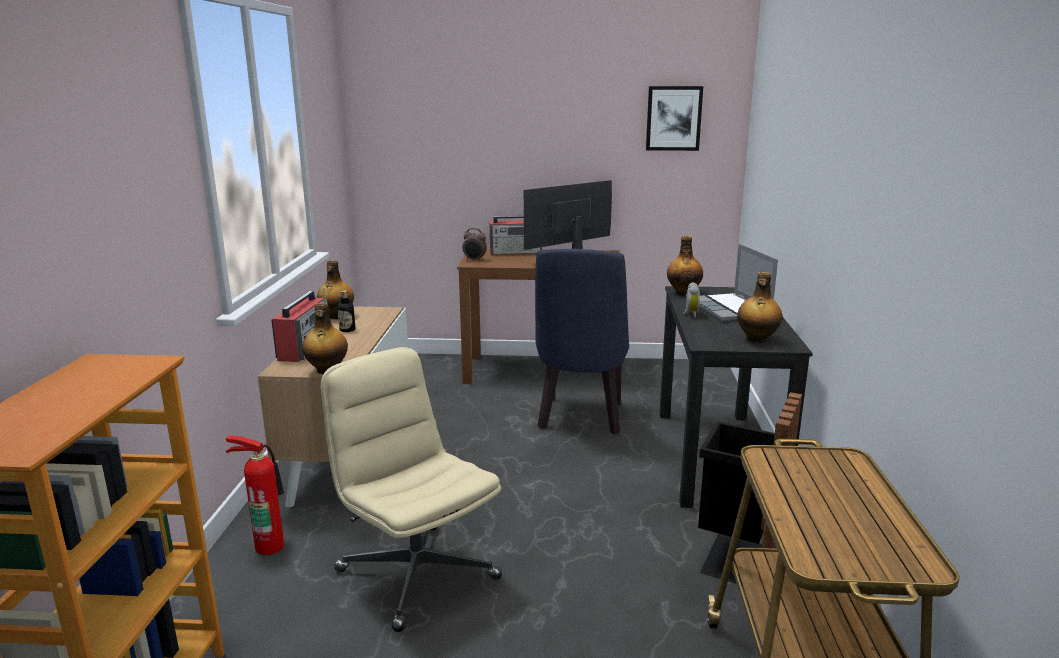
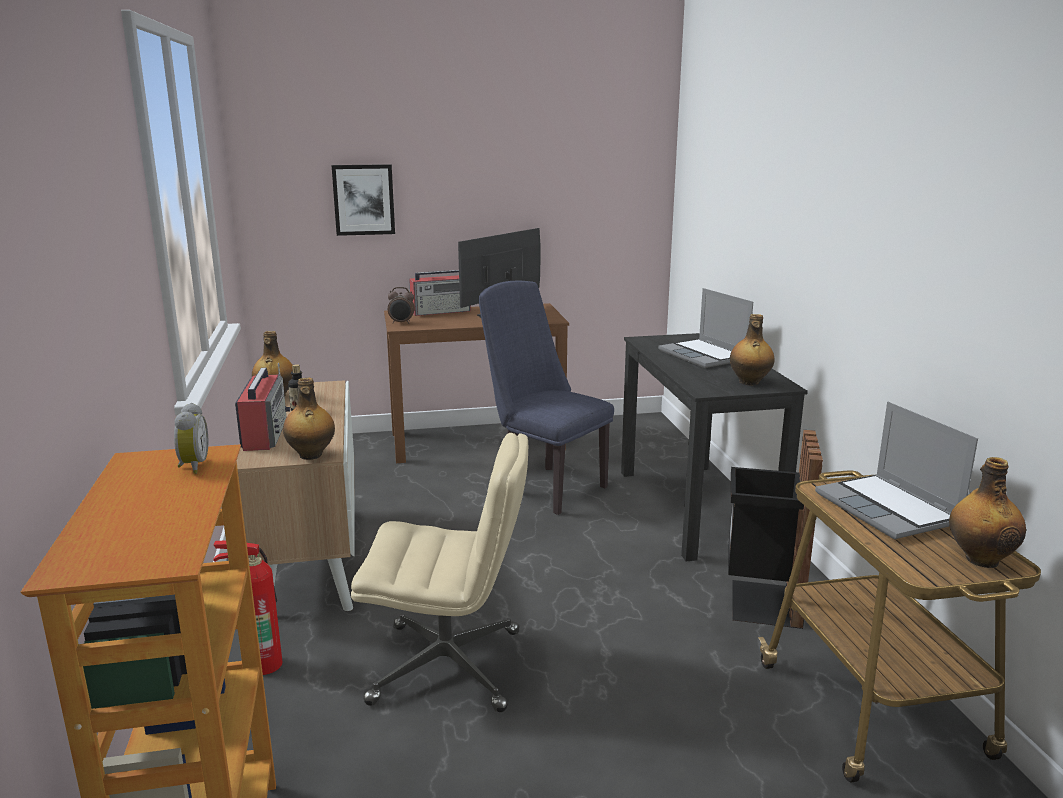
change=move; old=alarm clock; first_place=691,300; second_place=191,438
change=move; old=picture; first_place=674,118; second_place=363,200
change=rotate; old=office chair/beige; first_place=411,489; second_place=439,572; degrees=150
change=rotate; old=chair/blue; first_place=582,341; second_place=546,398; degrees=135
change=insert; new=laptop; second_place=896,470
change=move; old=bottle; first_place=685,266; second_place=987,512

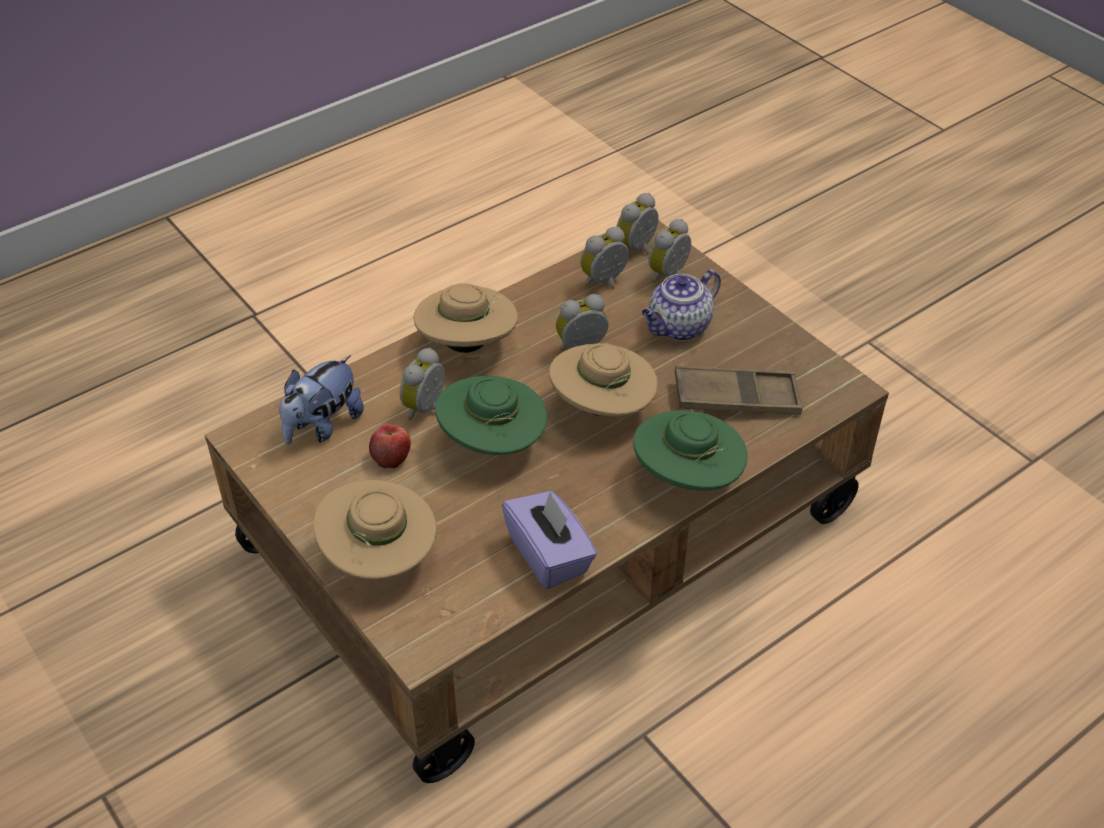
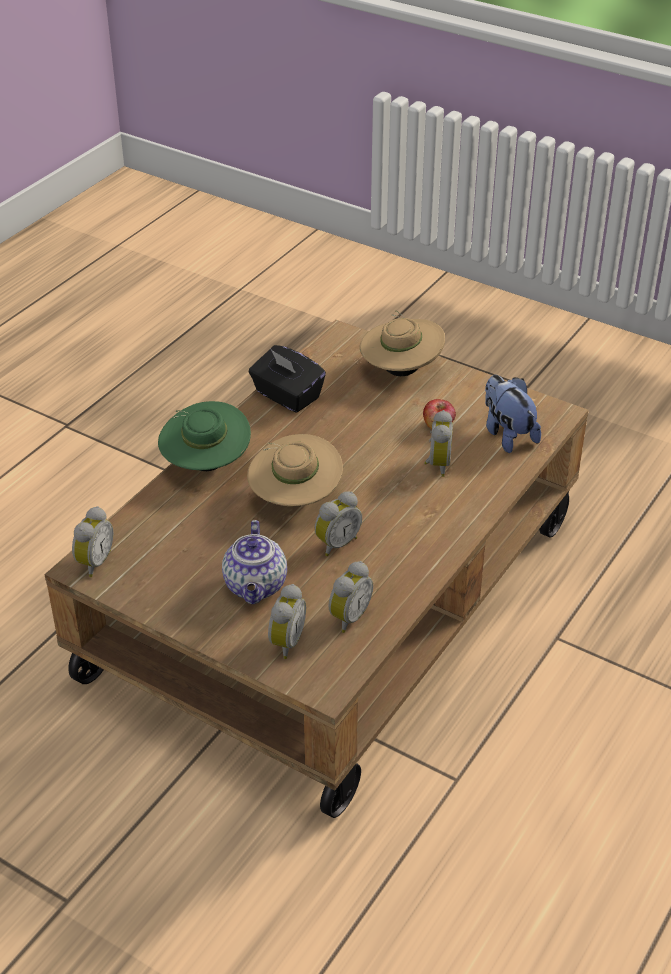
change=move; old=alarm clock; first_place=637,223; second_place=92,541
change=rotate; old=teapot; first_place=681,305; second_place=254,562; degrees=150
change=recolor; old=tissue box/purple; new=tissue box/black; first_place=549,540; second_place=287,379
change=rotate; old=plush toy; first_place=321,400; second_place=513,414; degrees=-45
change=delete; old=hat/beige; first_place=466,318
change=delete; old=hat/green; first_place=491,415
change=delete; old=tray/brown; first_place=739,390

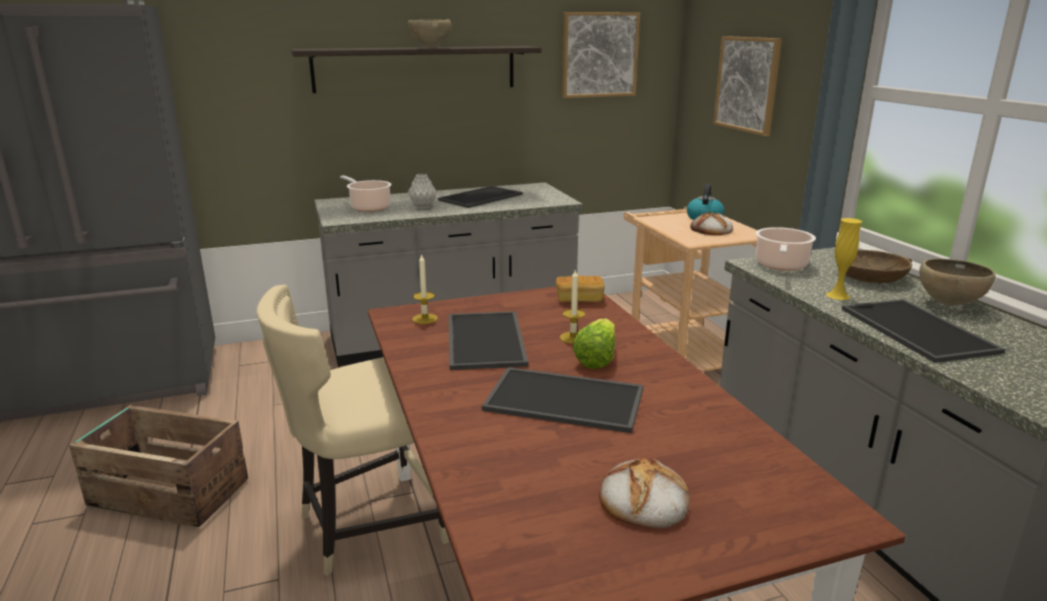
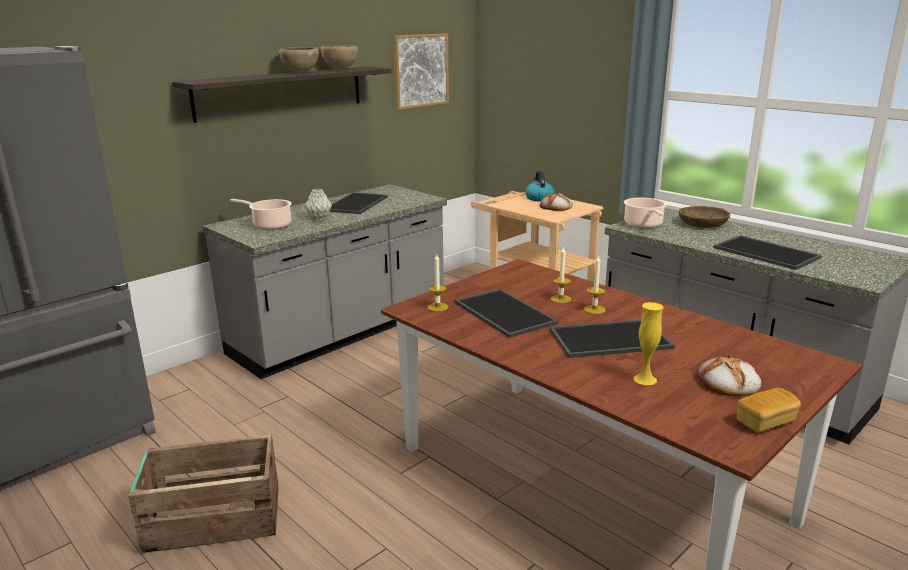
change=move; old=bowl/brown; first_place=957,282; second_place=339,57
change=replace; old=lettuce; new=candle; first_place=594,344; second_place=595,284
change=move; old=vase/yellow; first_place=844,259; second_place=649,343
change=move; old=bread; first_place=580,289; second_place=769,410
change=delete; old=chair/beige; first_place=353,430
change=delete; old=picture; first_place=747,86

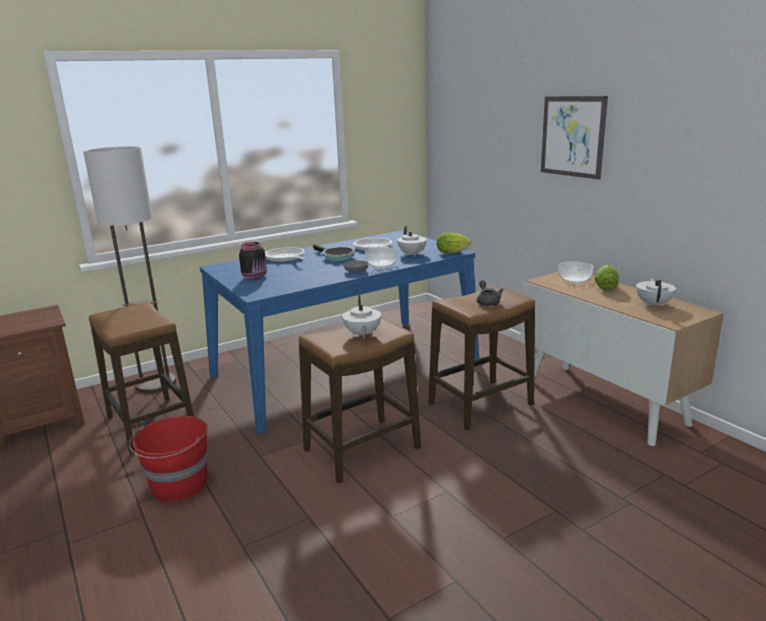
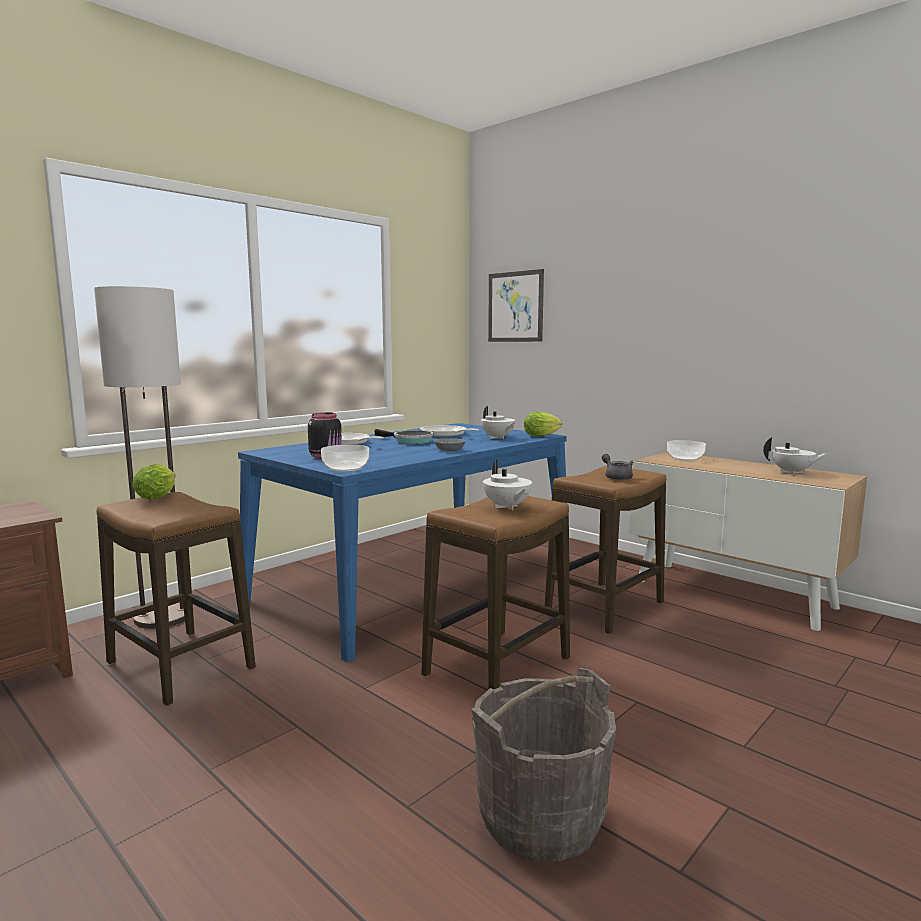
change=move; old=lettuce; first_place=606,278; second_place=153,482
change=move; old=bowl; first_place=381,257; second_place=345,458
change=insert; new=bucket/grey; second_place=543,765
change=move; old=picture; first_place=574,138; second_place=516,305
change=rotate; old=teapot/white; first_place=656,293; second_place=795,456; degrees=105
change=delete; old=bucket/red; first_place=168,459

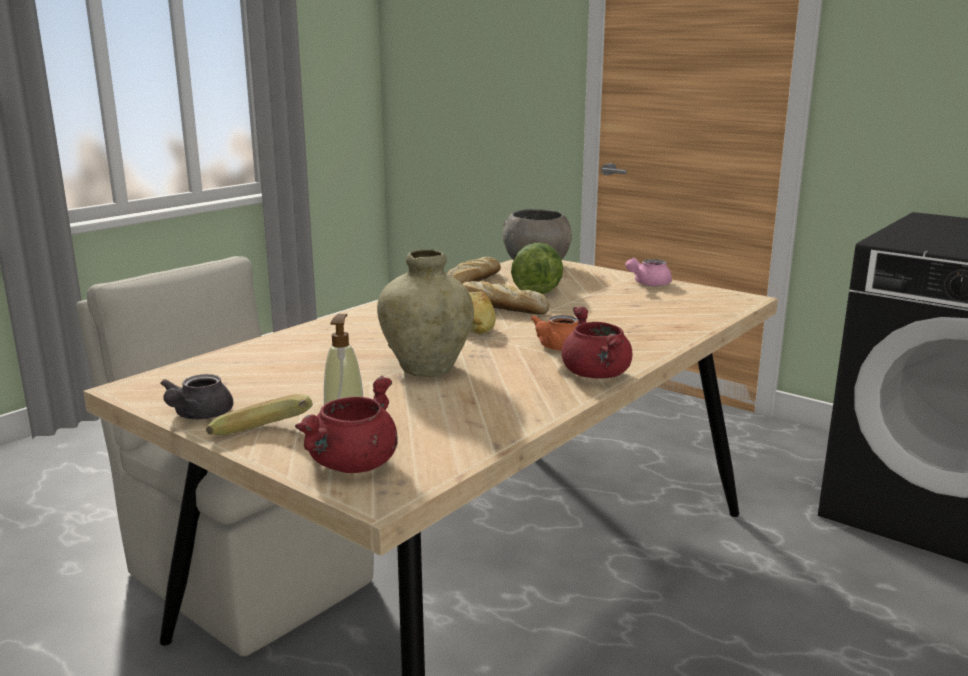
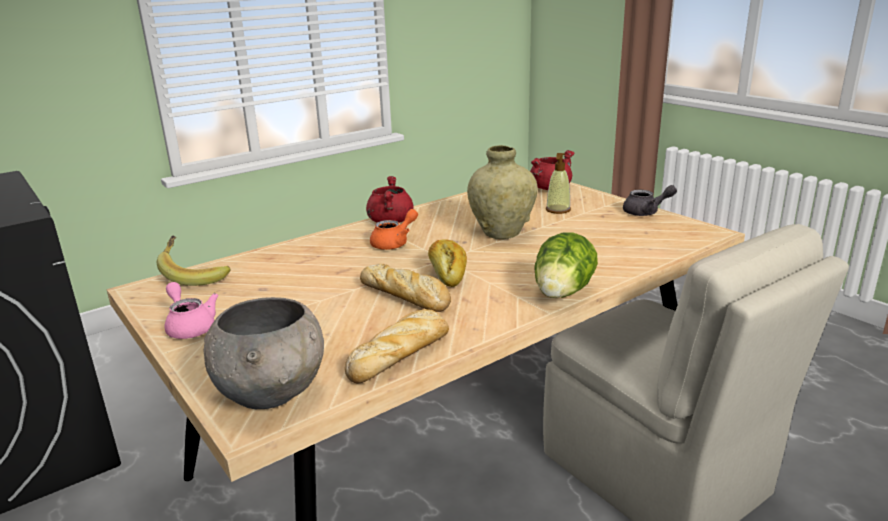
change=move; old=banana; first_place=259,414; second_place=194,261
change=rotate; old=teapot/pink; first_place=648,271; second_place=191,310; degrees=-105
change=move; old=lettuce; first_place=537,268; second_place=566,265
change=rotate; old=teapot/grey; first_place=196,397; second_place=650,200; degrees=60

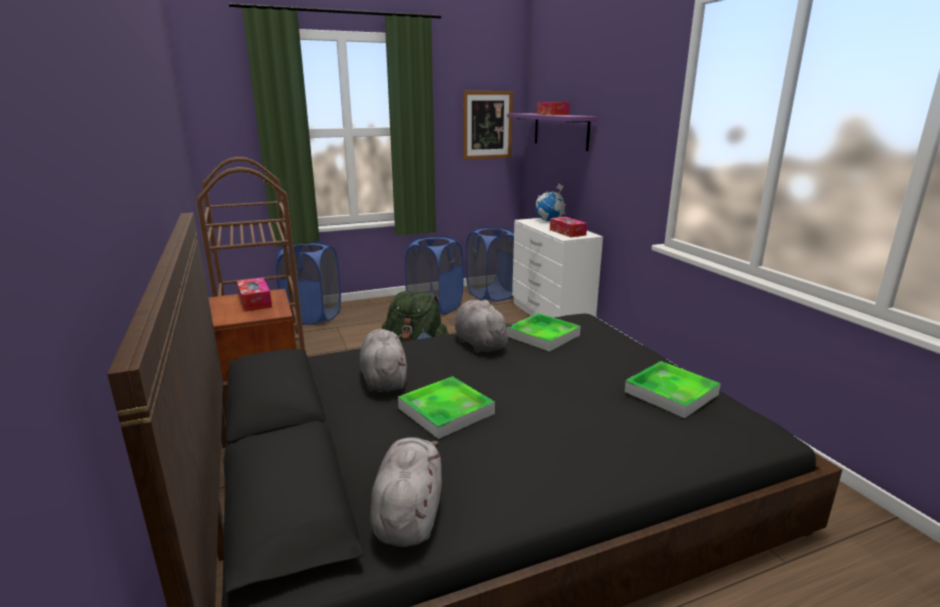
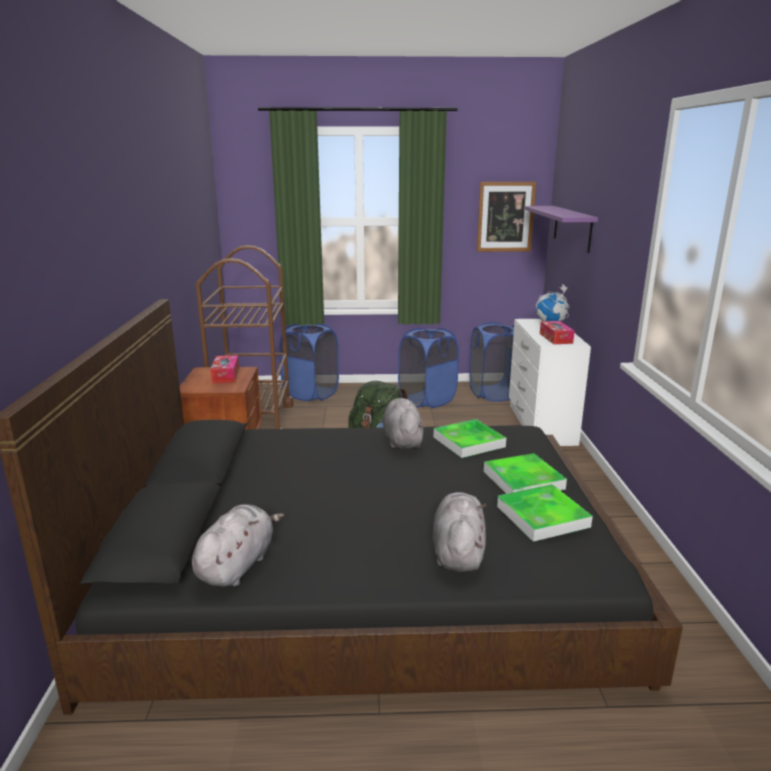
change=move; old=plush toy/grey; first_place=383,360; second_place=459,532
change=move; old=tray; first_place=446,407; second_place=525,473
change=delete; old=tissue box; first_place=553,108

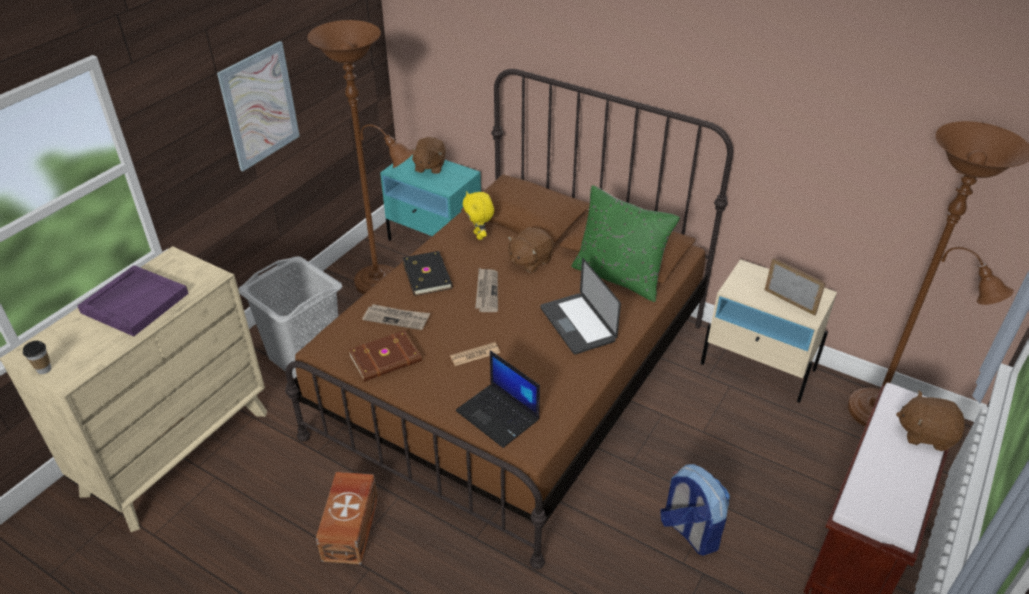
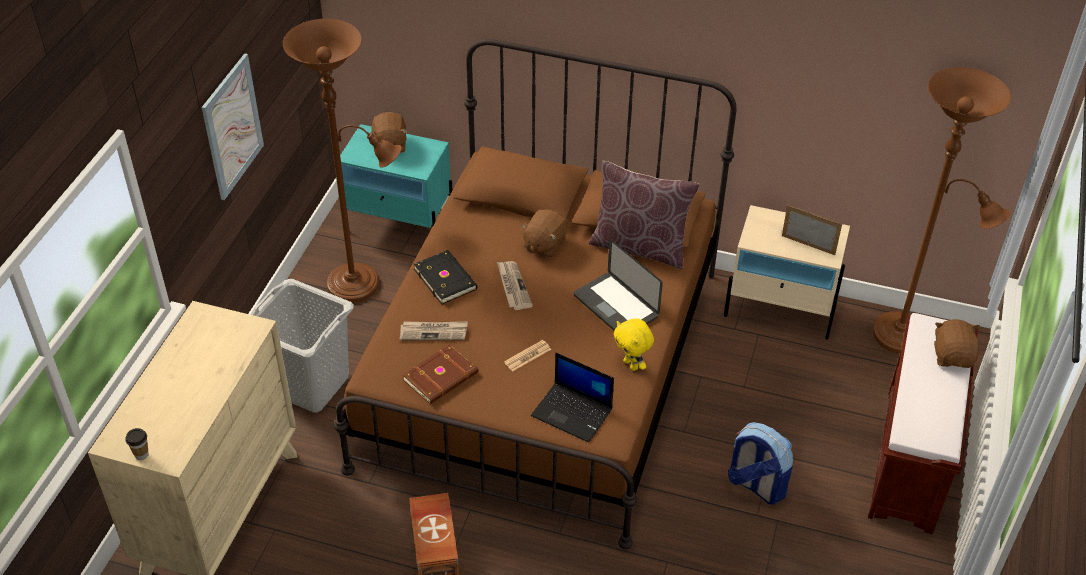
change=recolor; old=pillow/green; new=pillow/brown; first_place=625,243; second_place=644,215
change=move; old=plush toy/yellow; first_place=478,216; second_place=634,344
change=rotate; old=plush toy/brown; first_place=930,420; second_place=957,343; degrees=90
change=delete; old=tray/purple; first_place=133,301

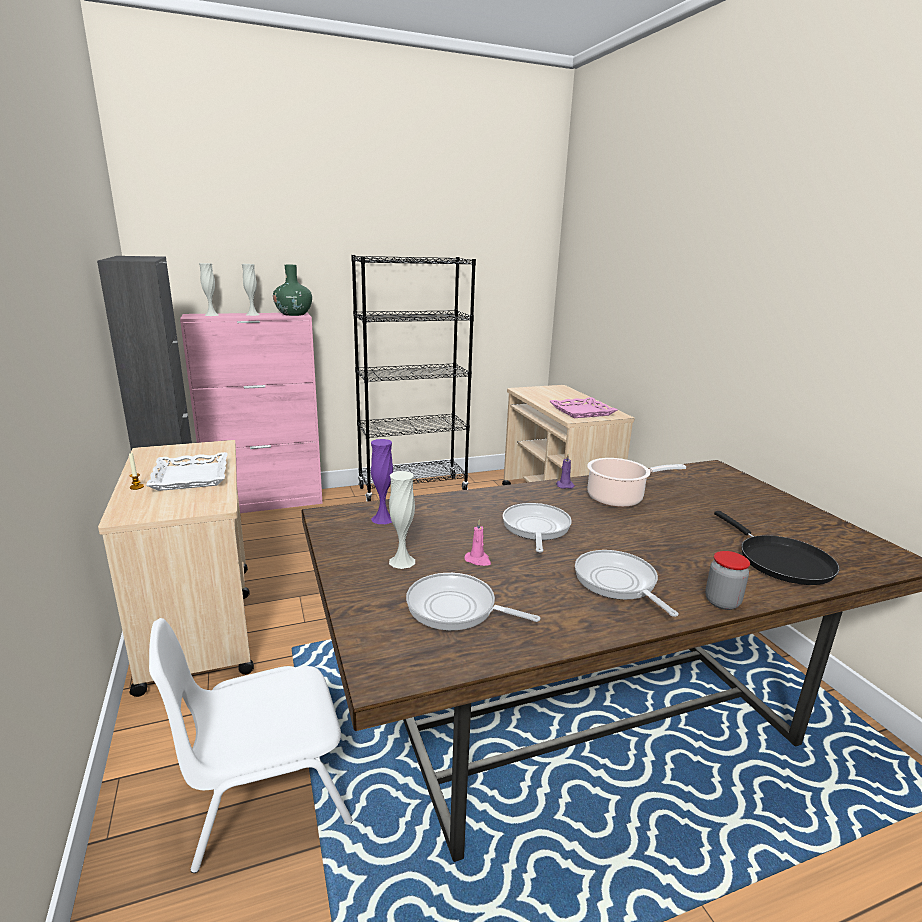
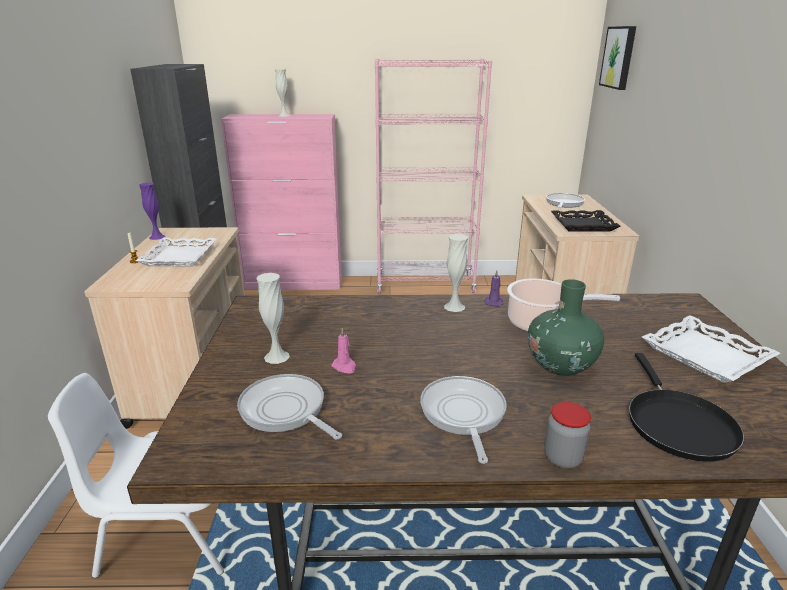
change=move; old=vase/purple; first_place=382,481; second_place=152,211
change=recolor; old=bookcase/black; new=bookcase/pink; first_place=413,378; second_place=433,176
change=move; old=vase/white; first_place=209,289; second_place=456,273
change=move; old=vase/green; first_place=292,290; second_place=566,327
change=move; old=frying pan; first_place=537,527; second_place=565,200
change=recolor; old=tray/pink; new=tray/black; first_place=583,407; second_place=586,221
change=insert; new=picture; second_place=617,58
change=insert; new=tray/white; second_place=711,349

